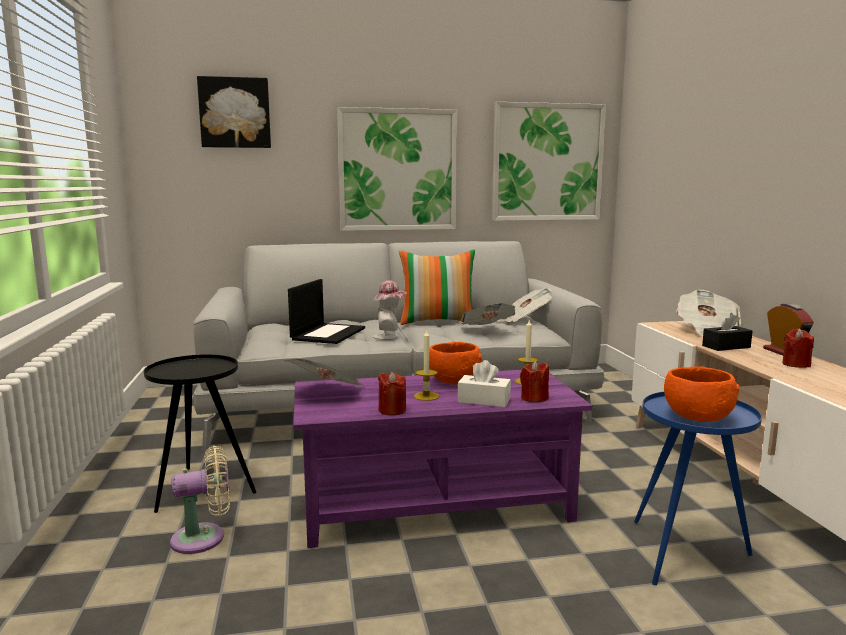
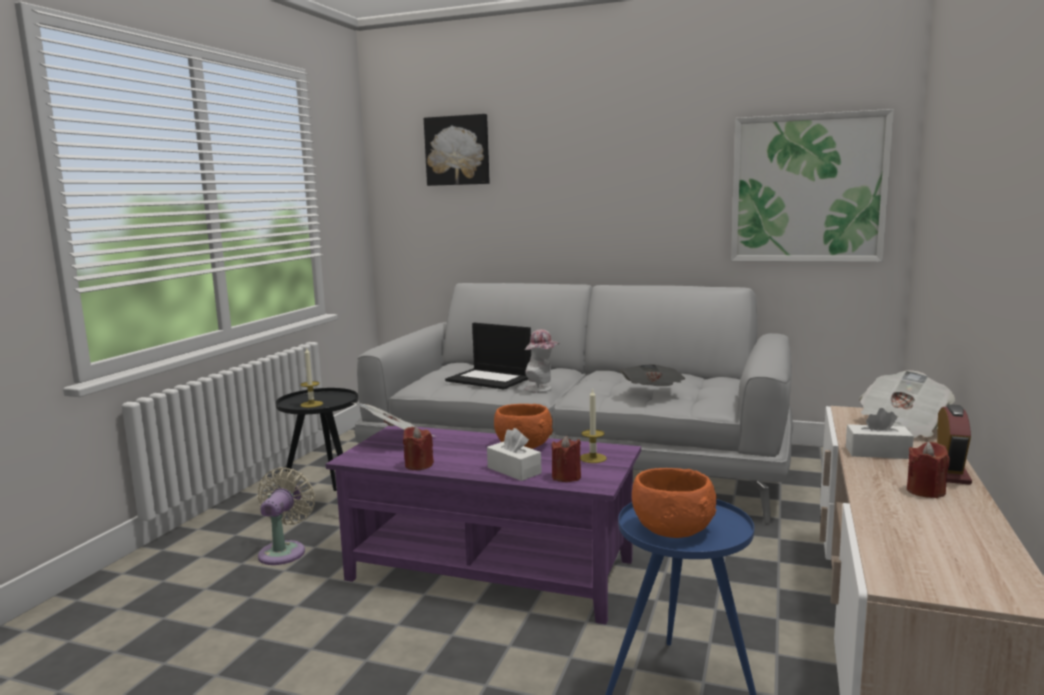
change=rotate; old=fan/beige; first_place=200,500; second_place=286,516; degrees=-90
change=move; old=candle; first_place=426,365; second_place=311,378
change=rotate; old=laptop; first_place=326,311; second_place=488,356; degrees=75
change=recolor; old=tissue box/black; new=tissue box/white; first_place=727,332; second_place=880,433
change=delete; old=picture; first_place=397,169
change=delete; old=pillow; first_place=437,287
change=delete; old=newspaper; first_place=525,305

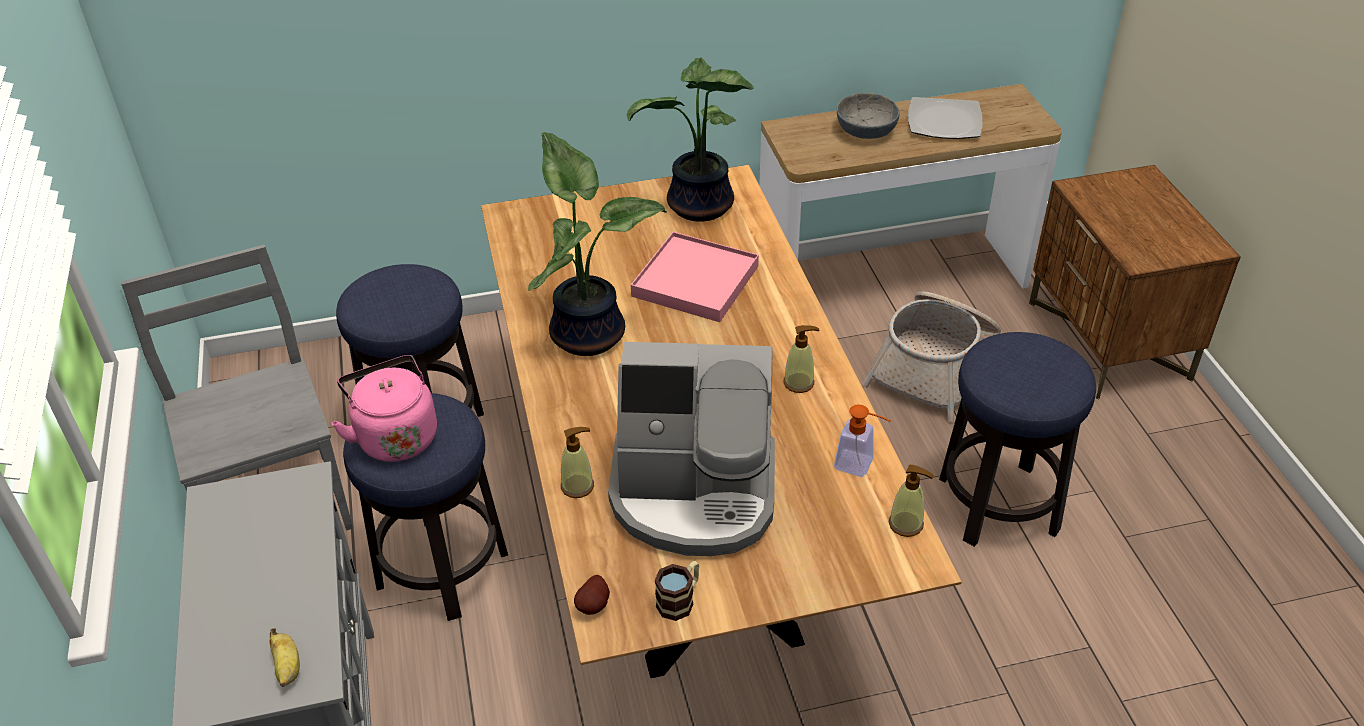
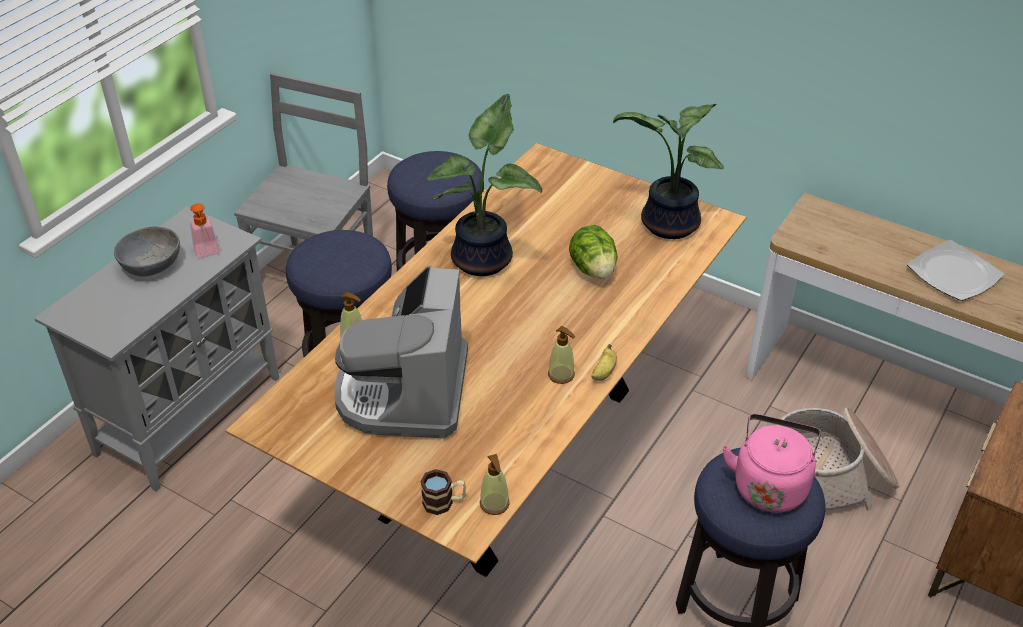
change=move; old=bowl/grey; first_place=868,116; second_place=147,251
change=move; old=soap dispenser; first_place=862,440; second_place=205,230
change=rotate; old=coffee machine; first_place=691,449; second_place=401,352; degrees=45
change=move; old=mug; first_place=677,591; second_place=443,492
change=replace; old=tray/pink; new=lettuce; first_place=695,277; second_place=593,252
change=move; old=banana; first_place=285,657; second_place=604,362
change=move; old=kettle/pink; first_place=384,408; second_place=771,463
change=delete; old=potato; first_place=592,595

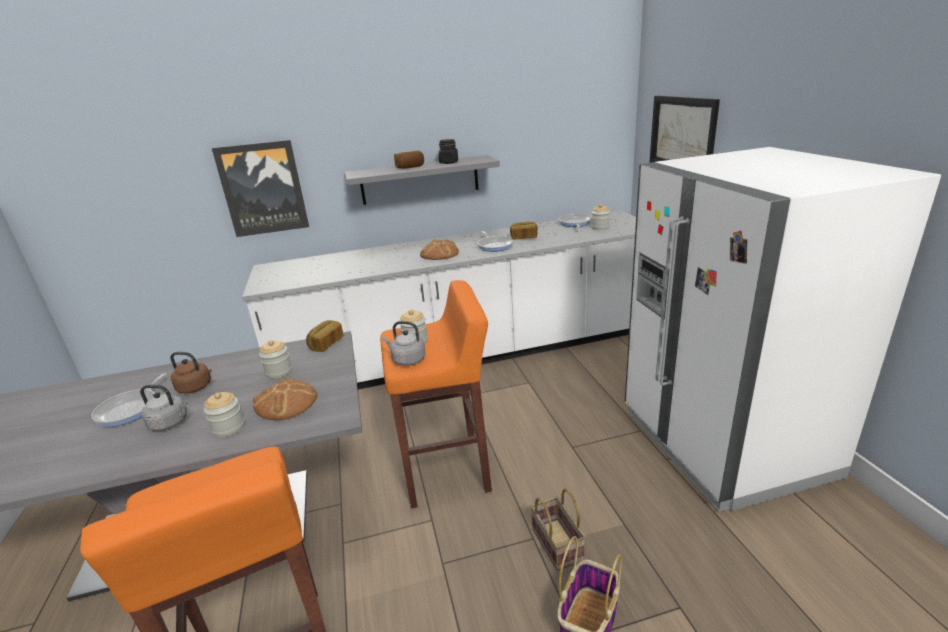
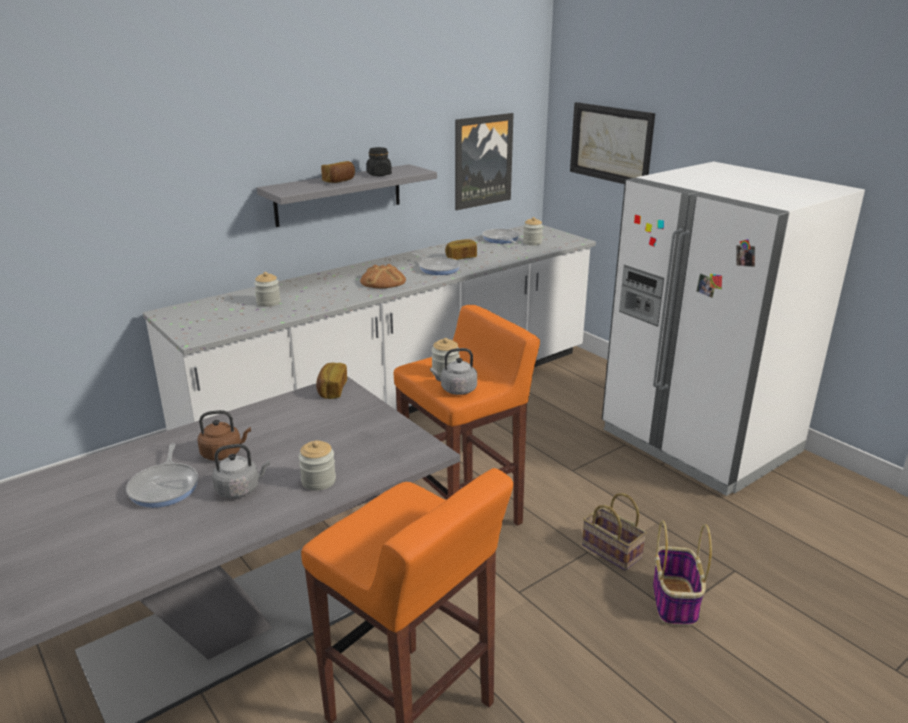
change=move; old=jar; first_place=275,359; second_place=267,289
change=move; old=picture; first_place=260,188; second_place=484,161
change=delete; old=bread; first_place=285,399

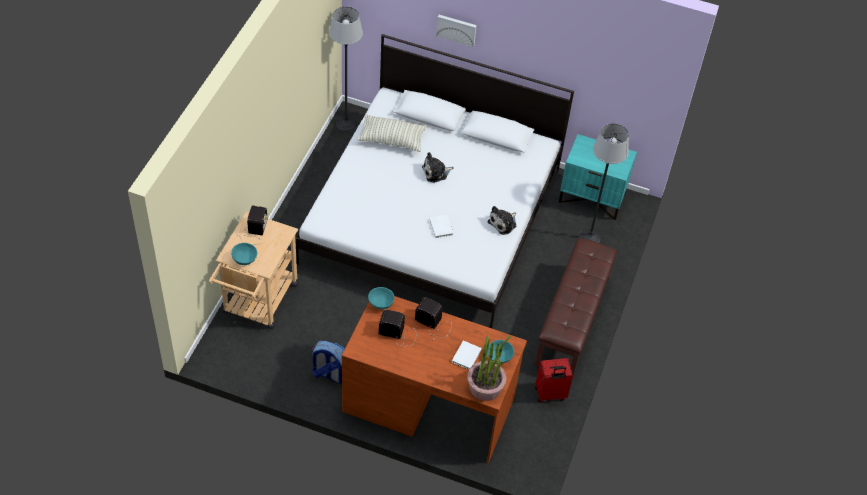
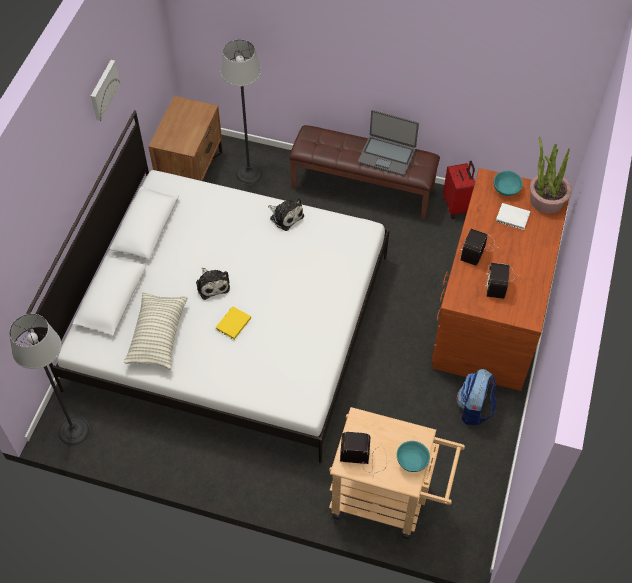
change=move; old=picture; first_place=456,31; second_place=105,90
change=recolor; old=nightstand/turquoise; new=nightstand/brown; first_place=598,177; second_place=185,138
change=insert; new=book/yellow; second_place=233,322
change=insert; new=laptop; second_place=388,143
change=delete; old=bowl/turquoise; first_place=381,298
change=delete; old=book/white; first_place=441,226

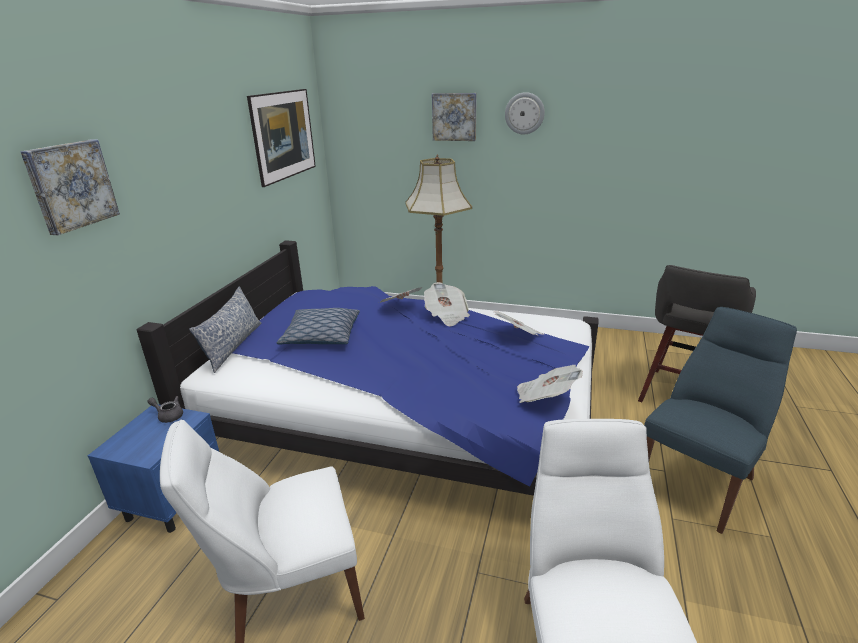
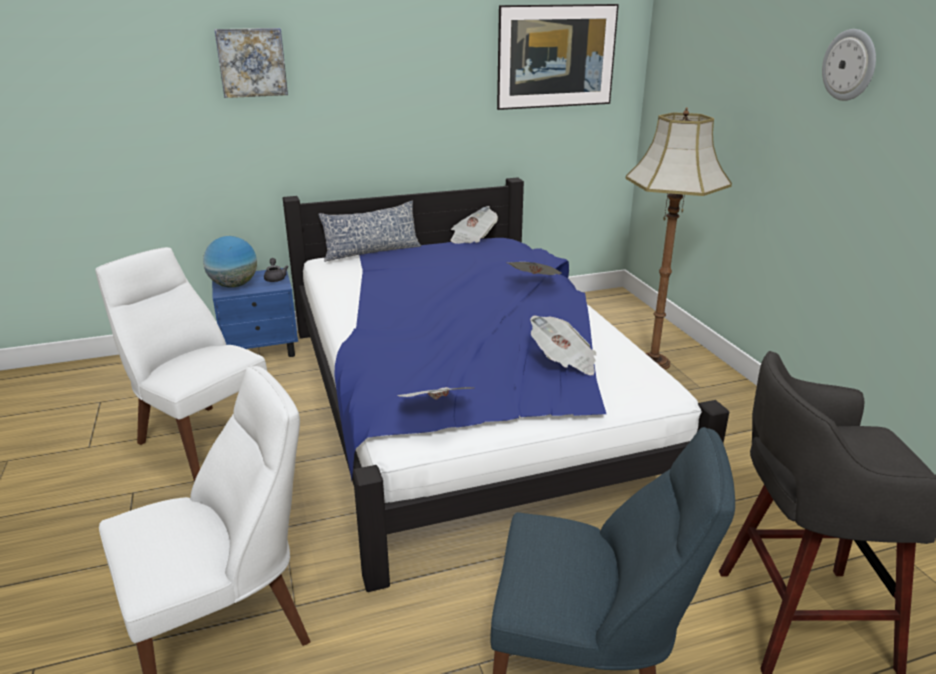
change=insert; new=globe; second_place=230,262
change=move; old=newspaper; first_place=447,304; second_place=474,225
change=delete; old=pillow; first_place=318,326
change=delete; old=picture; first_place=454,117

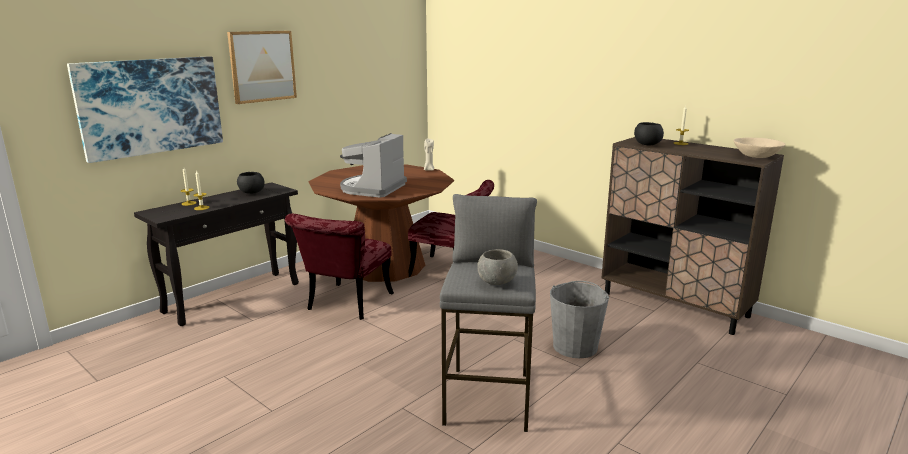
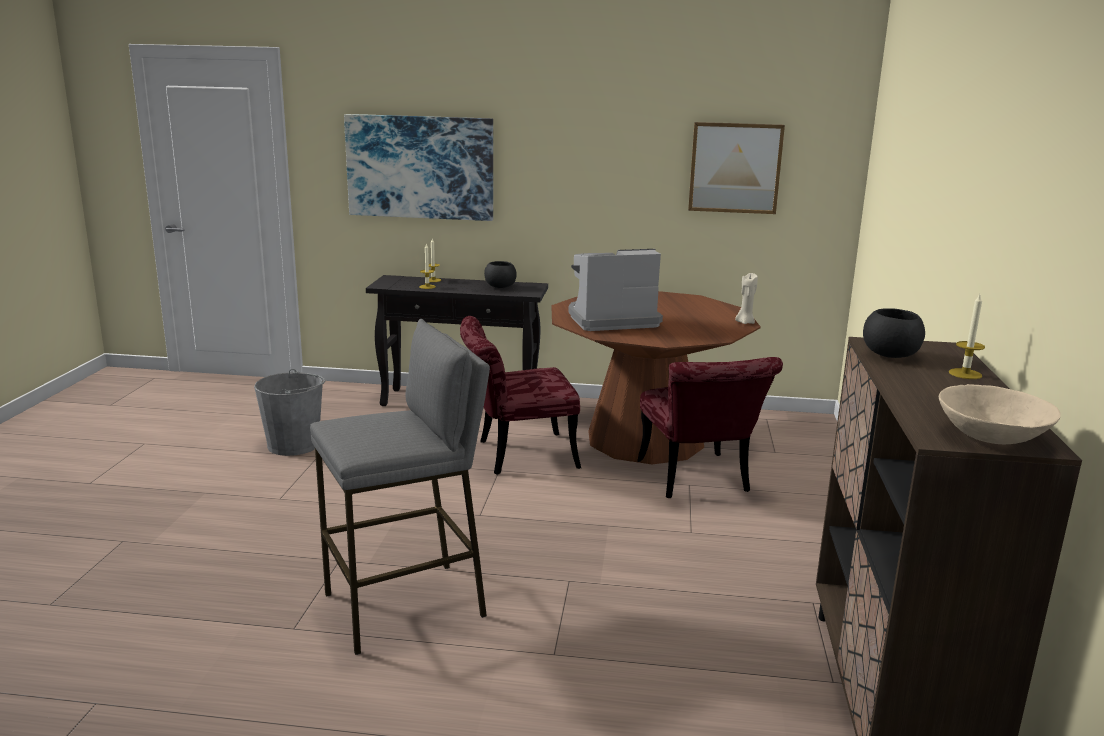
change=move; old=bucket/grey; first_place=579,319; second_place=289,412
change=move; old=picture; first_place=262,67; second_place=736,168
change=delete; old=bowl/grey; first_place=497,267

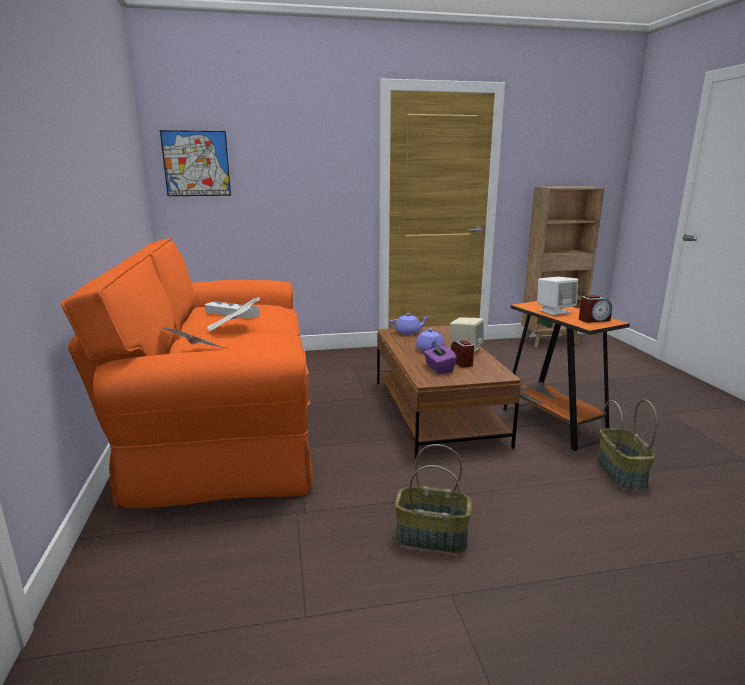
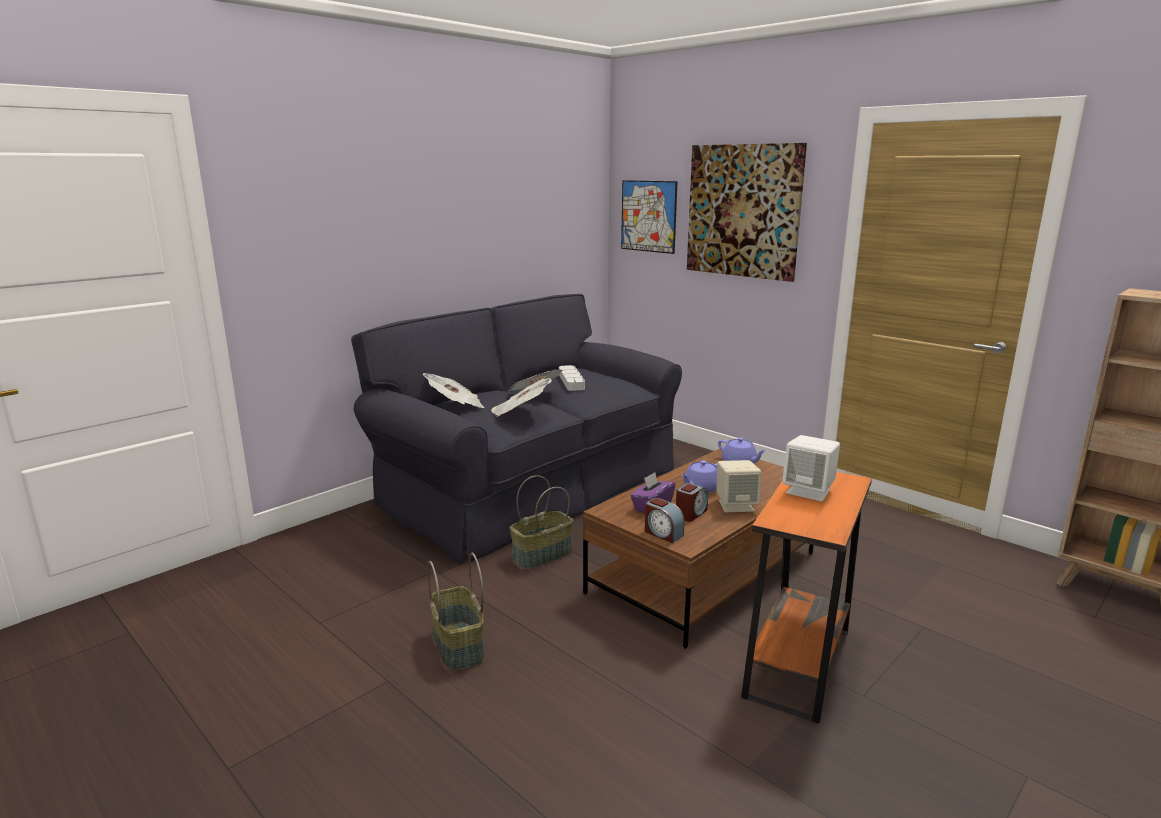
change=recolor; old=sofa/orange; new=sofa/black; first_place=187,373; second_place=516,429
change=insert; new=newspaper; second_place=521,397
change=move; old=basket; first_place=627,445; second_place=542,522
change=move; old=alarm clock; first_place=595,309; second_place=665,520
change=insert; new=picture; second_place=747,212

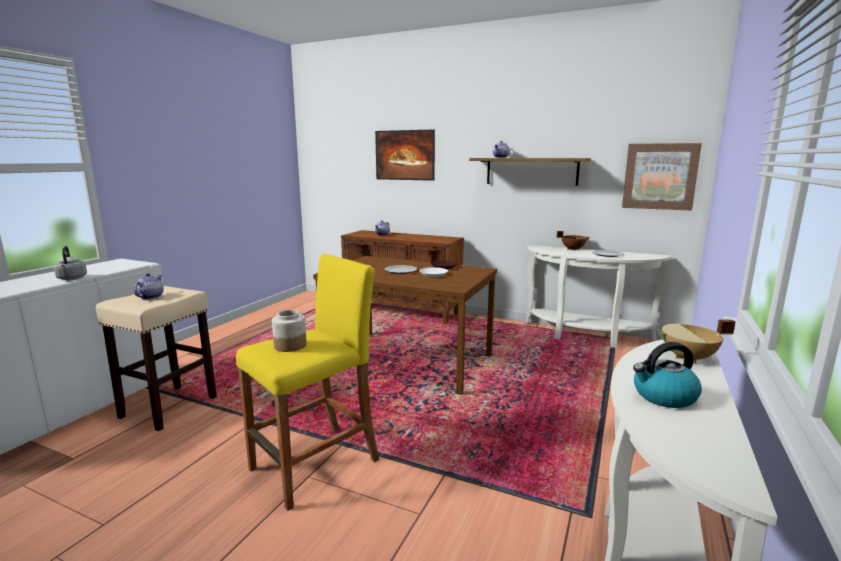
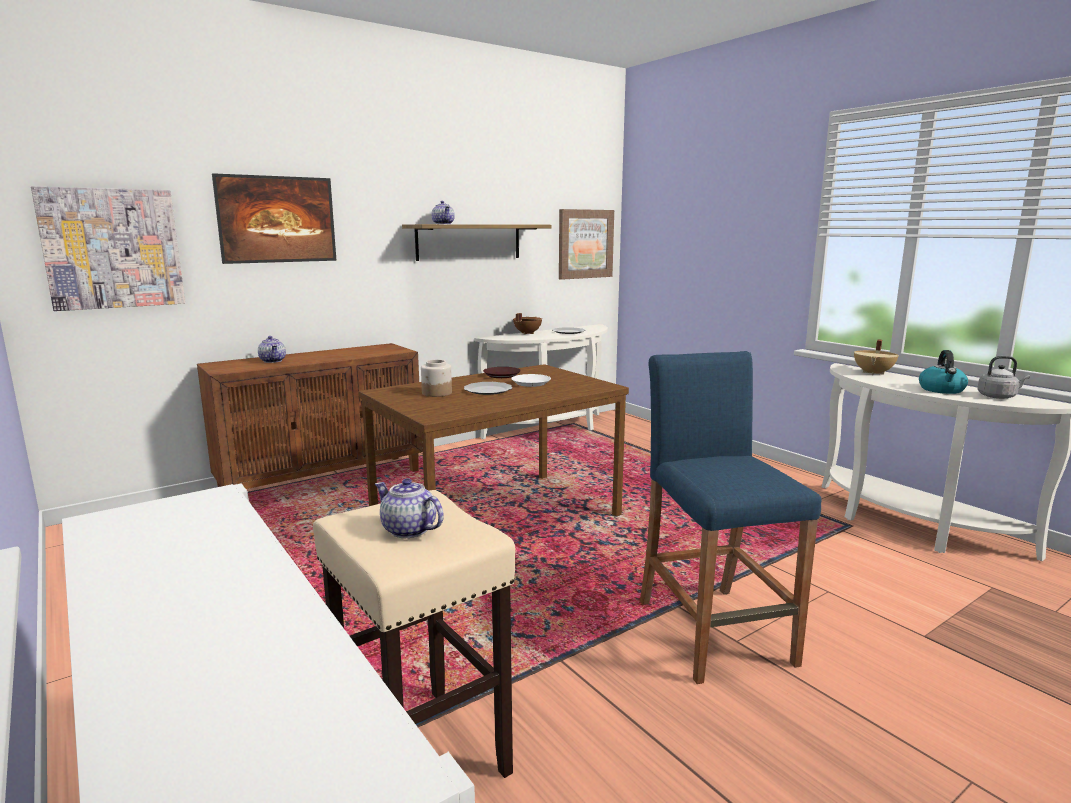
change=insert; new=picture; second_place=108,248
change=move; old=jar; first_place=289,331; second_place=436,378
change=recolor; old=stool/yellow; new=stool/blue; first_place=308,382; second_place=731,517
change=move; old=kettle/grey; first_place=70,263; second_place=1003,377

